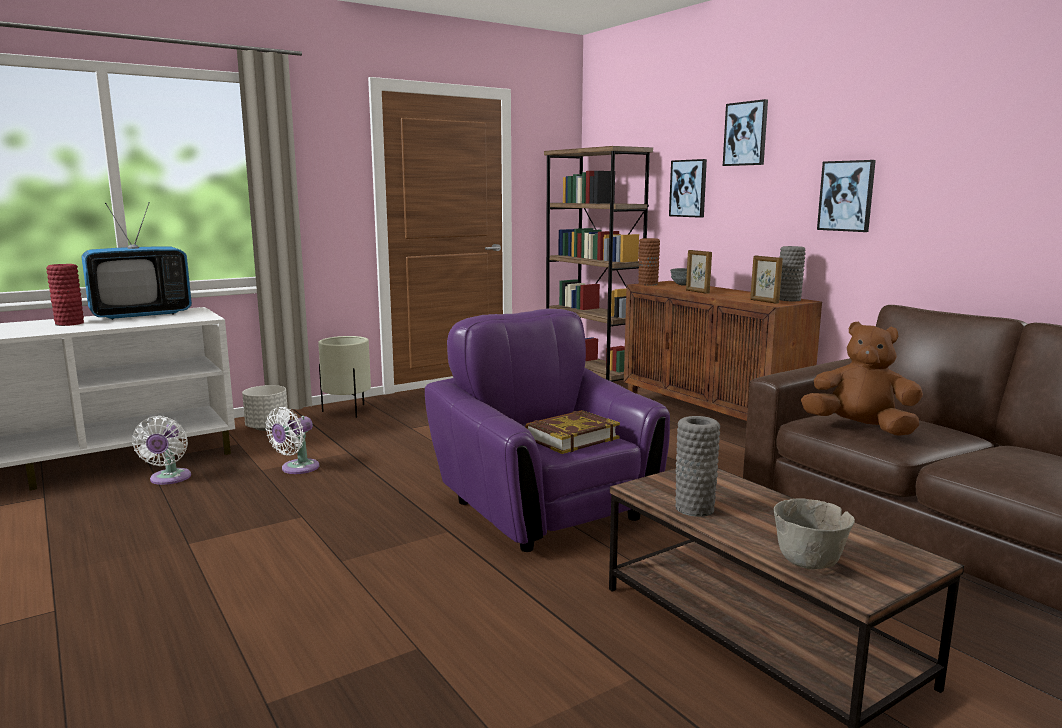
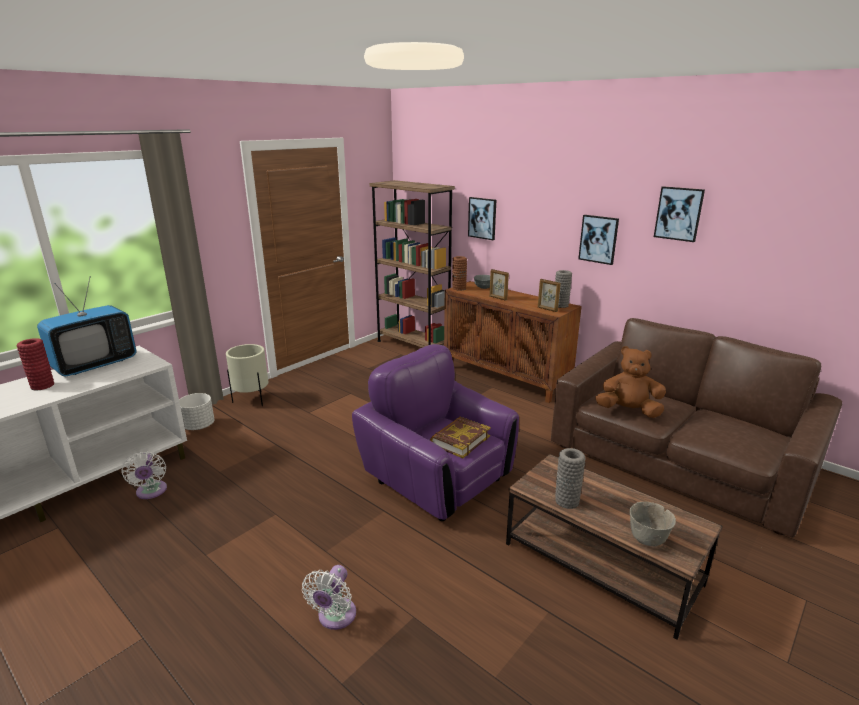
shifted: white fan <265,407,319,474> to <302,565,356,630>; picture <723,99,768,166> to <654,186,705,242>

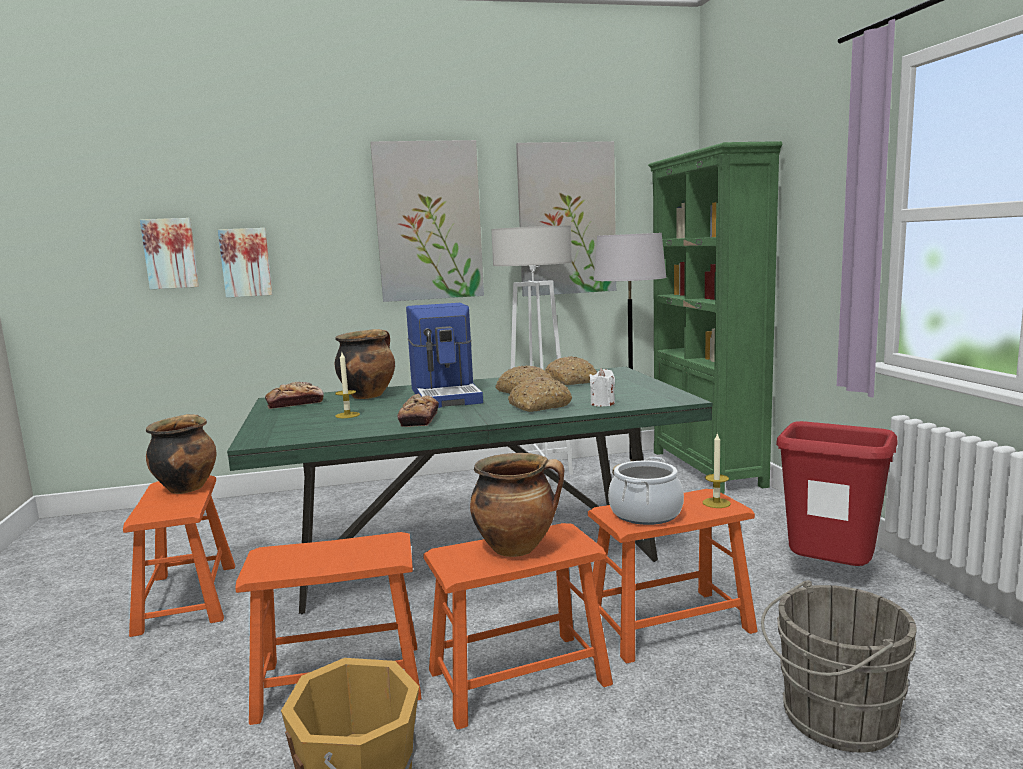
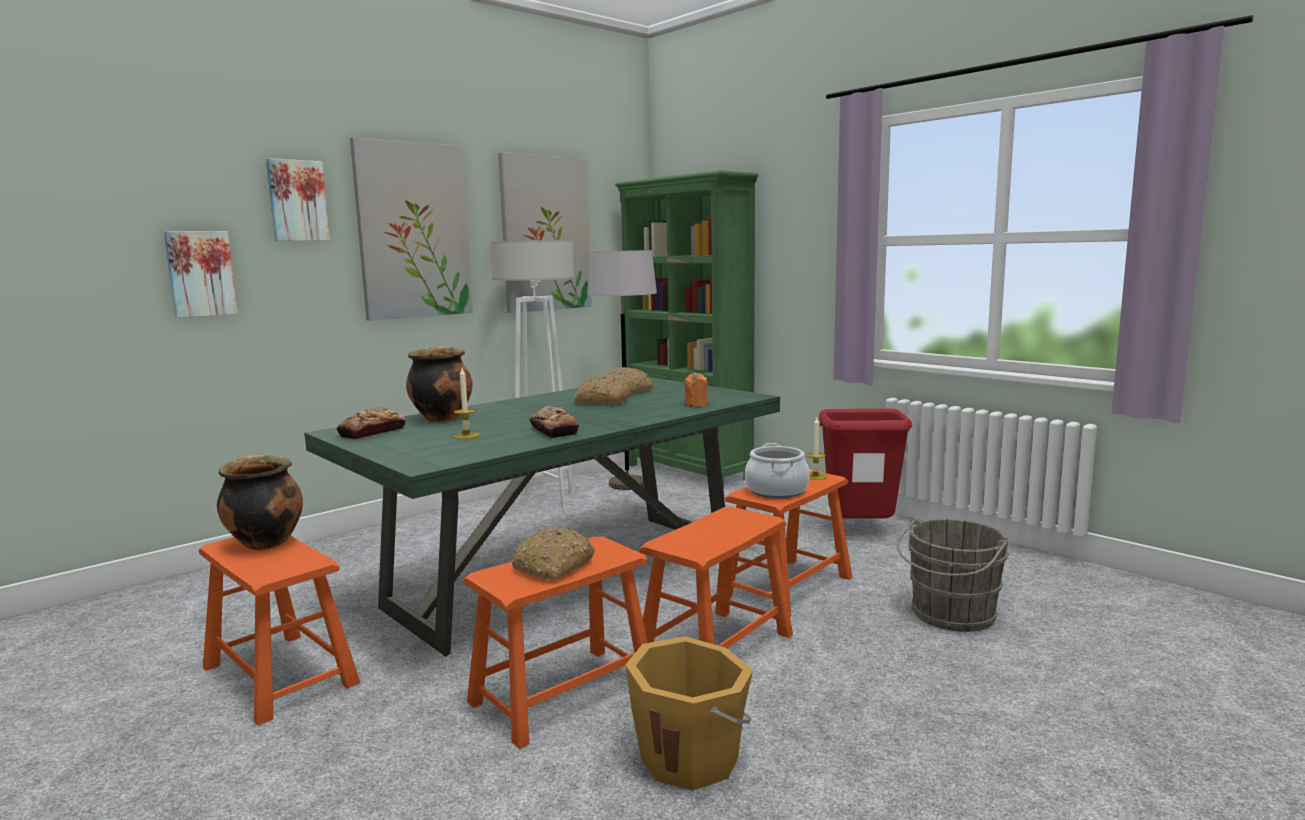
gone: coffee machine <406,303,483,408>; cooking pot <470,453,564,557>
shifted: picture <140,218,199,289> to <266,158,330,241>; bread <508,377,572,412> to <512,527,595,580>
repainted: white candle <589,368,615,406> to orange candle <684,372,708,407>

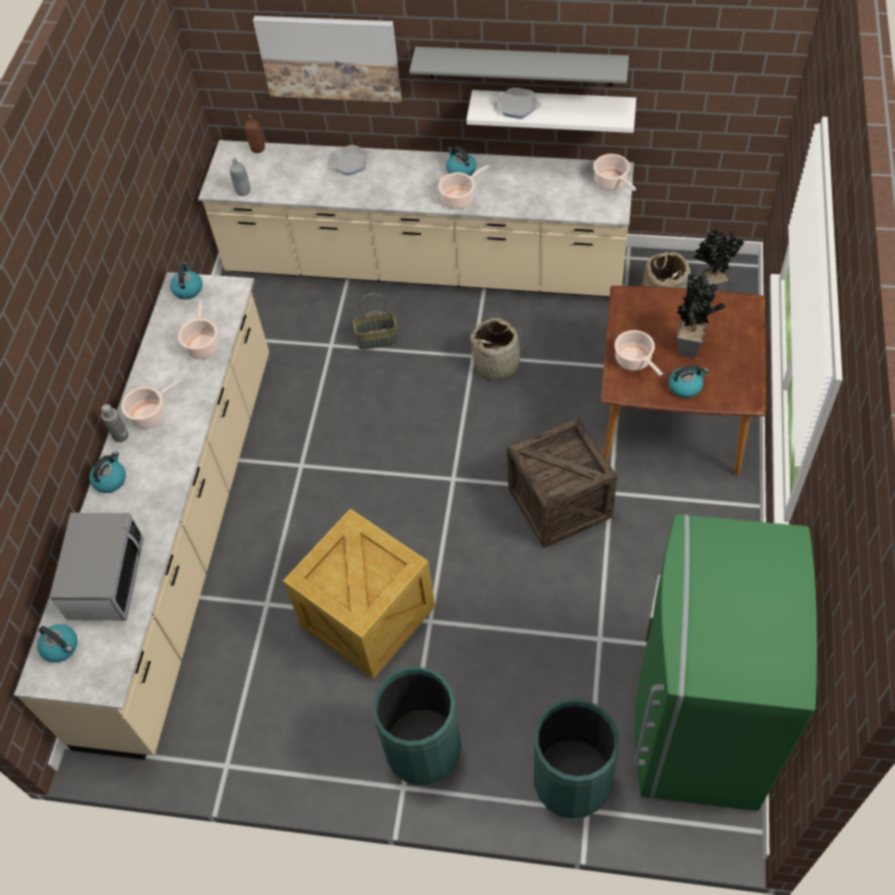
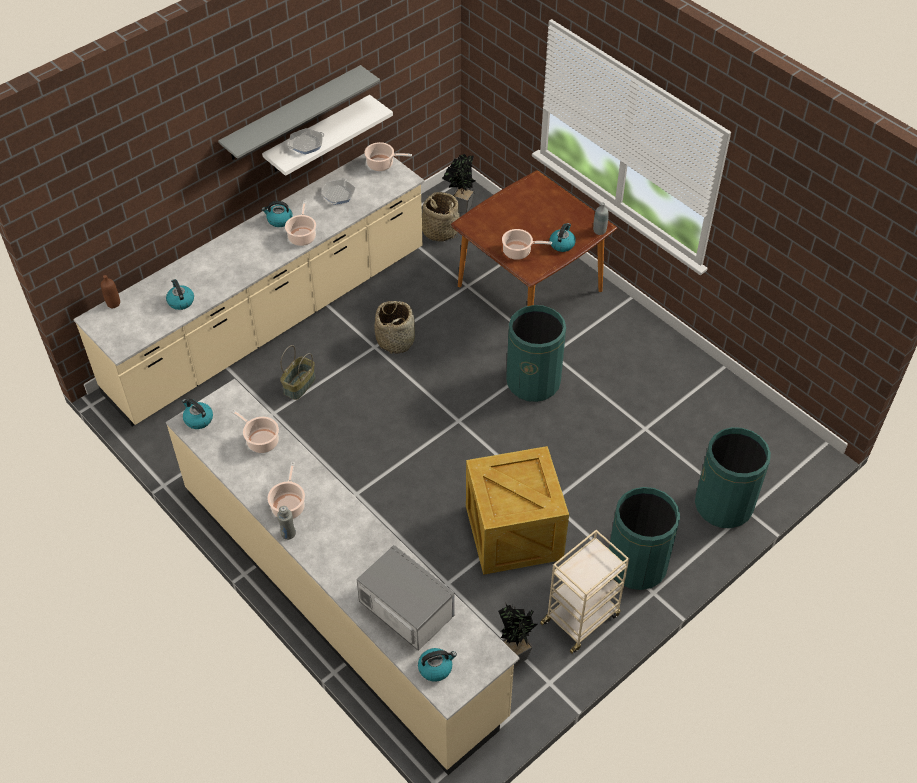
gone: picture <253,16,402,103>; green fridge <634,514,817,811>
new: beige cart <540,530,629,654>
shifted: kettle <89,451,126,493> to <166,279,194,310>; grey bottle <230,157,250,196> to <593,203,609,235>; frying pan <329,145,371,176> to <321,178,355,205>; potted plant <677,274,726,358> to <498,604,538,666>
swapped: crate <507,417,617,548> to green trash can <506,305,566,402>

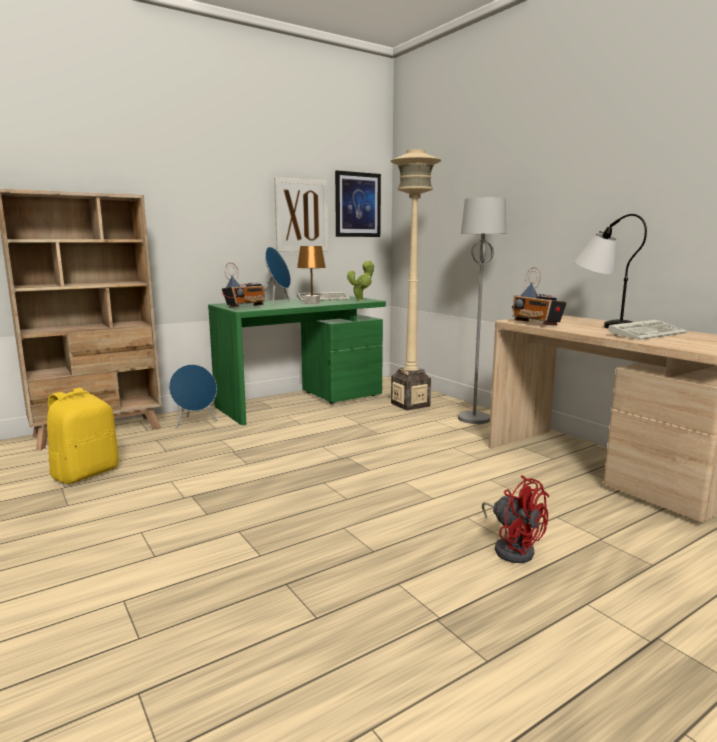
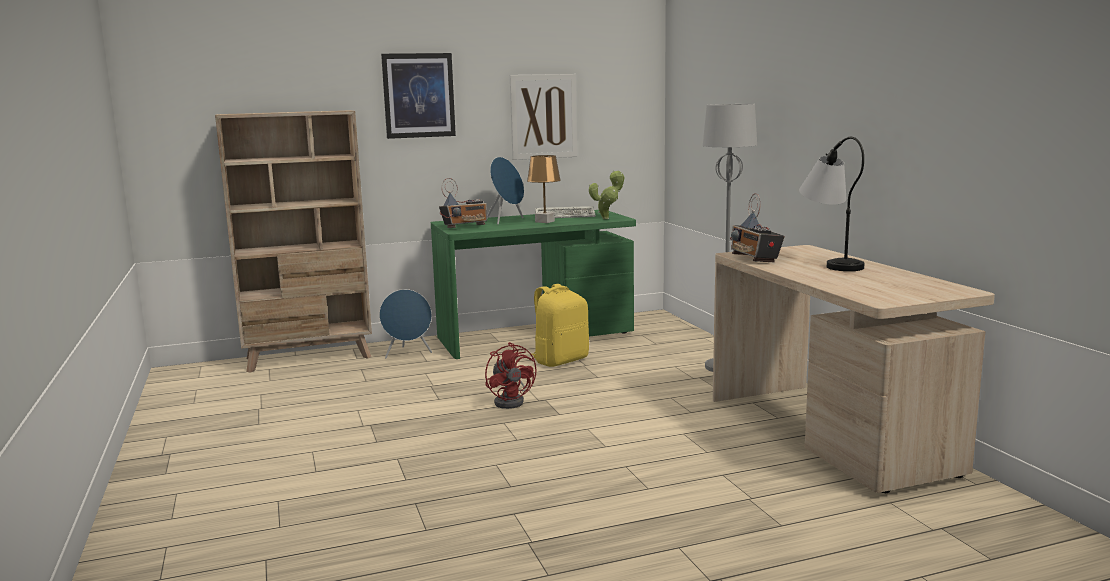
gone: beige floor lamp <390,149,441,411>; keyboard <608,320,687,340>
shifted: yellow backpack <47,388,118,484> to <532,284,589,367>; picture <335,171,381,237> to <381,53,456,139>; red fan <482,475,549,563> to <485,342,537,409>

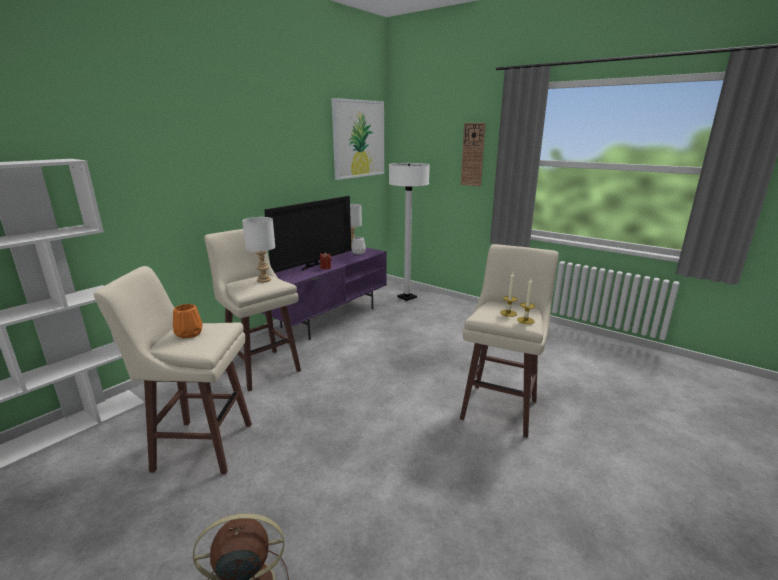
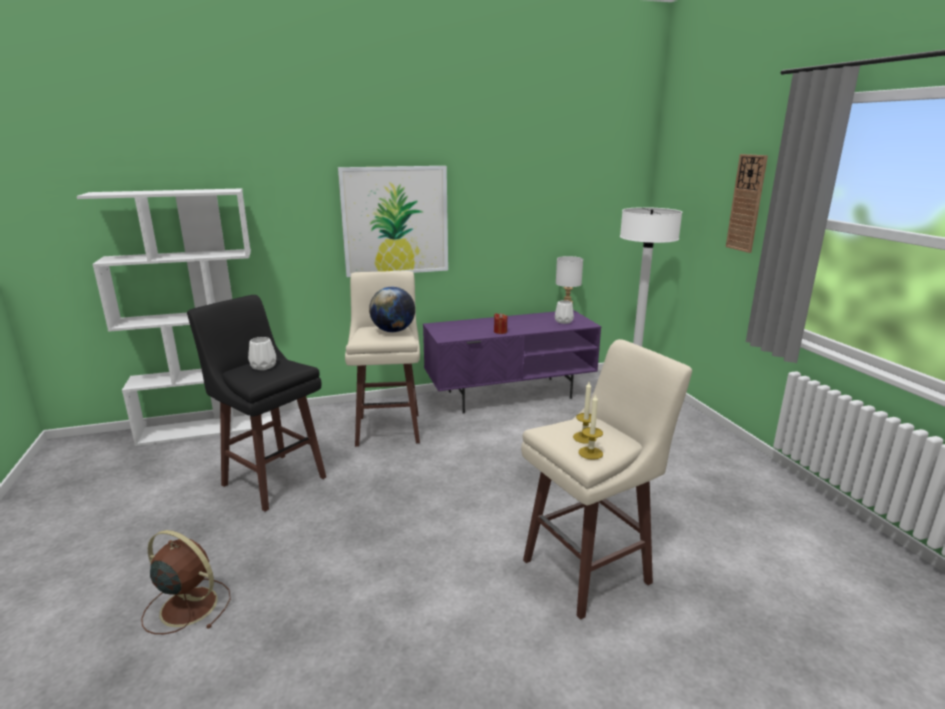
gone: television <264,196,351,273>
shifted: picture <331,98,384,180> to <338,166,448,277>
swapped: white table lamp <242,217,275,283> to globe <369,287,415,332>
repainted: beige stool <94,266,252,474> to black stool <187,295,326,512>; orange vase <173,304,202,339> to white vase <248,337,276,370>

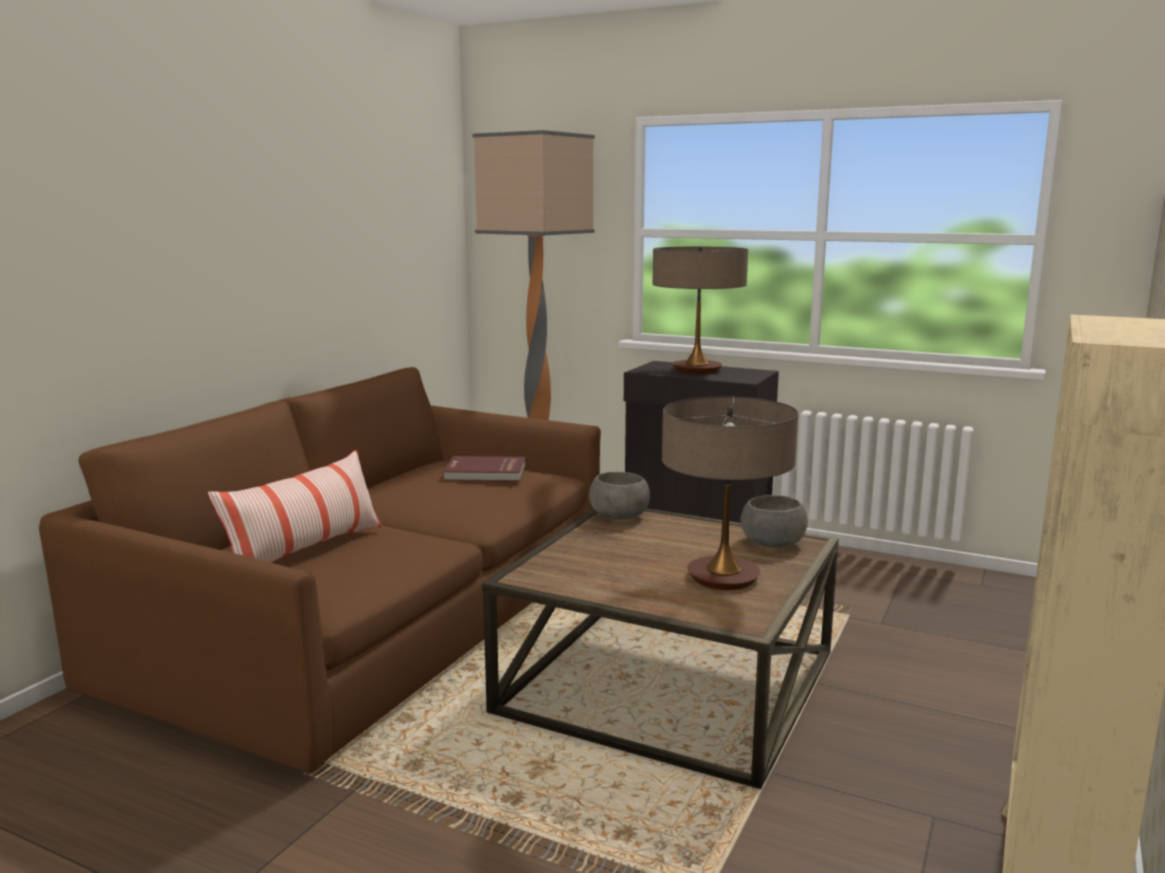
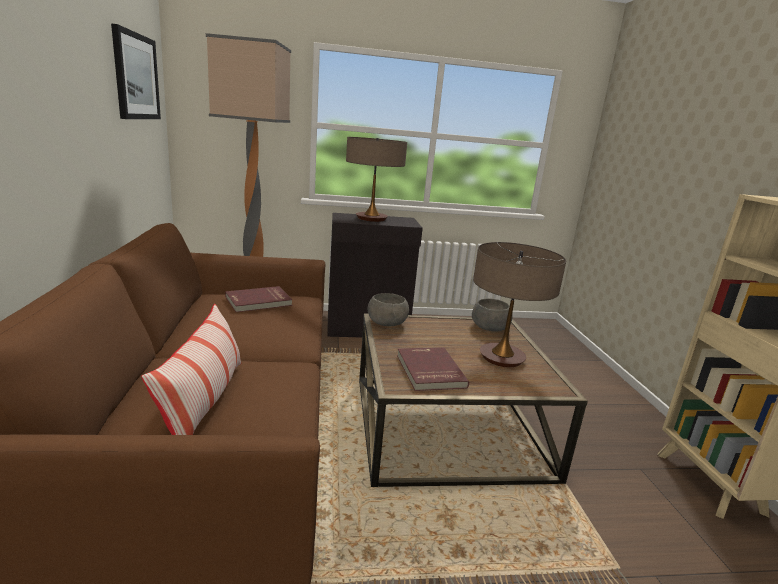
new: picture <111,23,161,119>; red book <397,347,469,391>

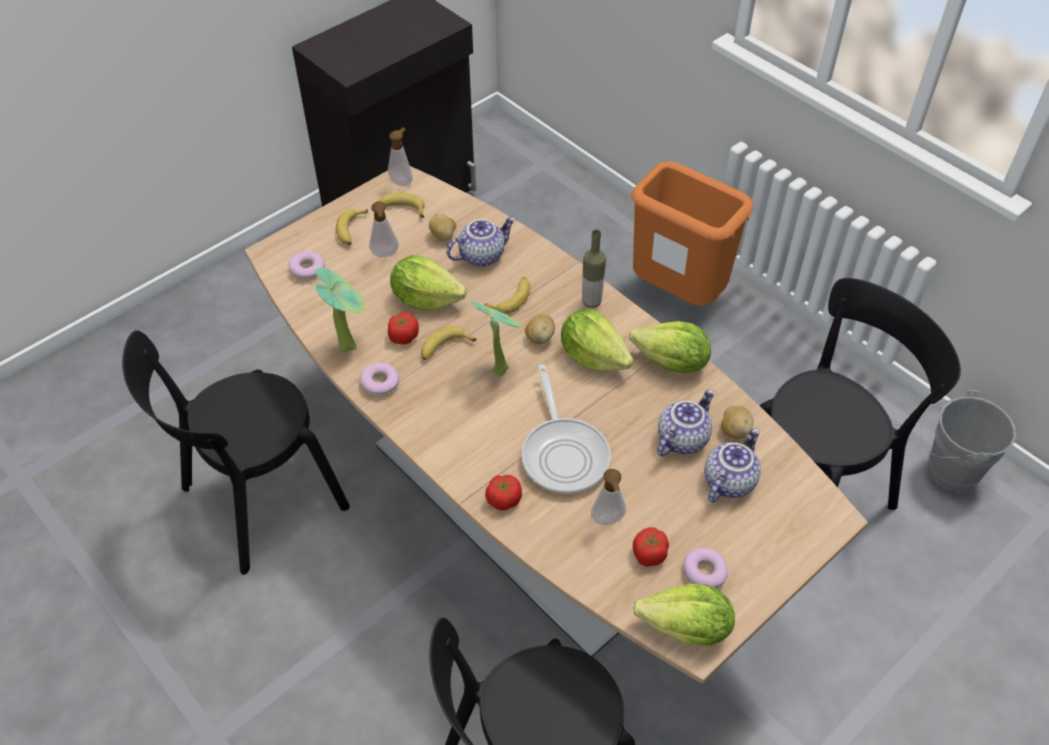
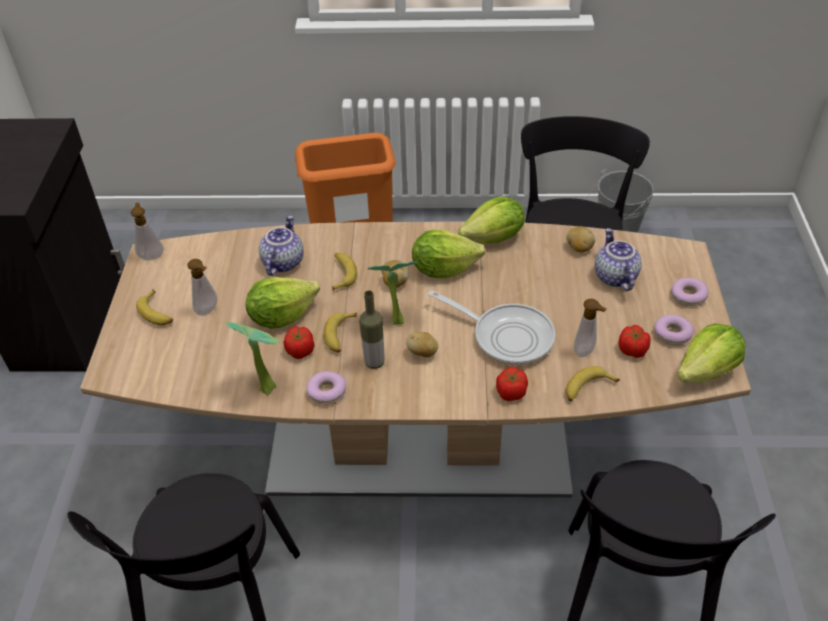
gone: teapot <657,389,715,456>
shifted: donut <288,251,325,281> to <671,278,709,306>; banana <377,193,424,218> to <565,366,620,401>; potato <429,213,456,241> to <406,332,438,357>; bottle <582,230,606,308> to <359,291,385,369>

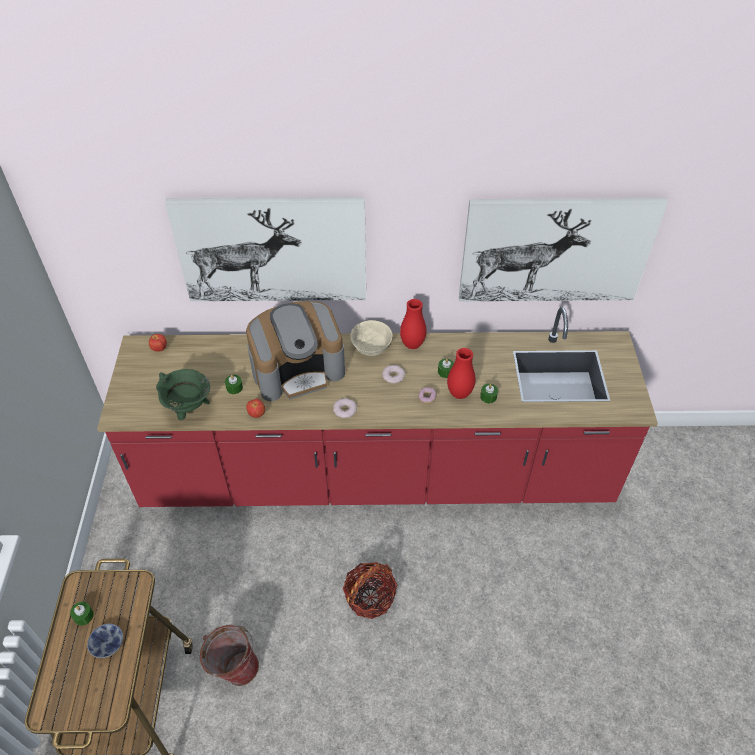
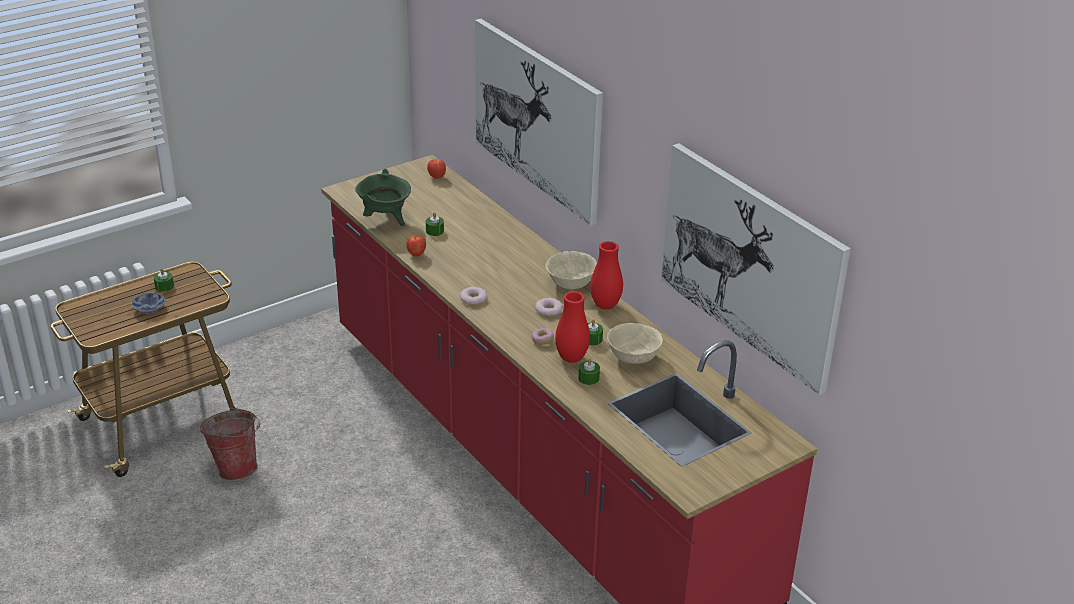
gone: coffee machine <246,301,345,401>; basket <343,562,397,619>
new: beige bowl <607,323,663,364>

